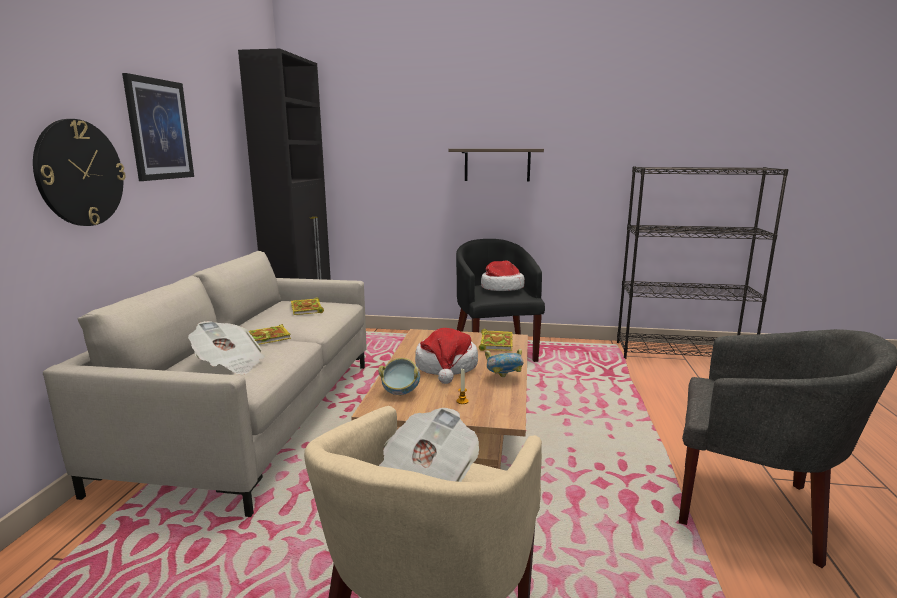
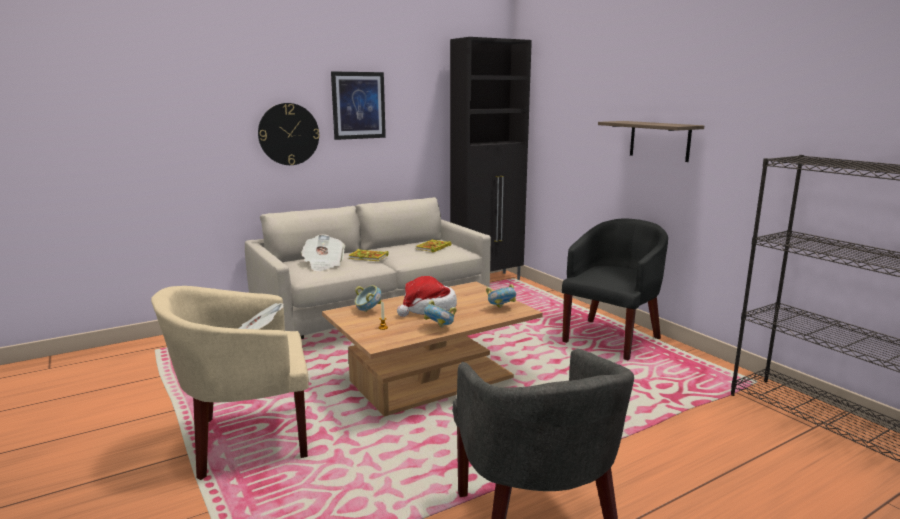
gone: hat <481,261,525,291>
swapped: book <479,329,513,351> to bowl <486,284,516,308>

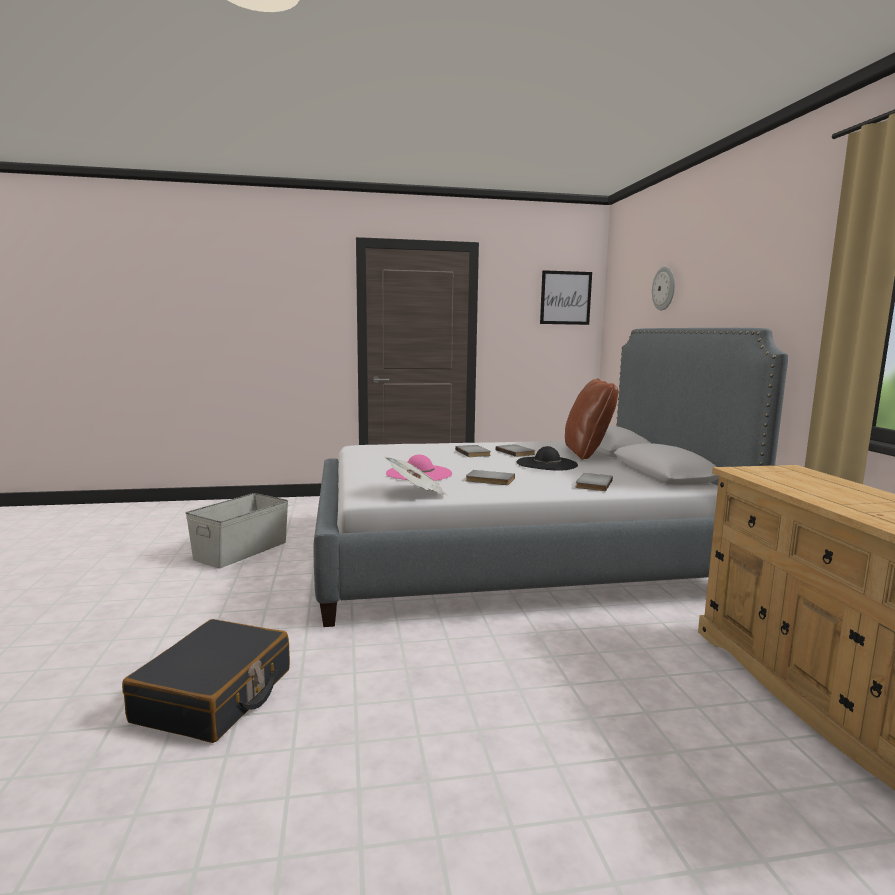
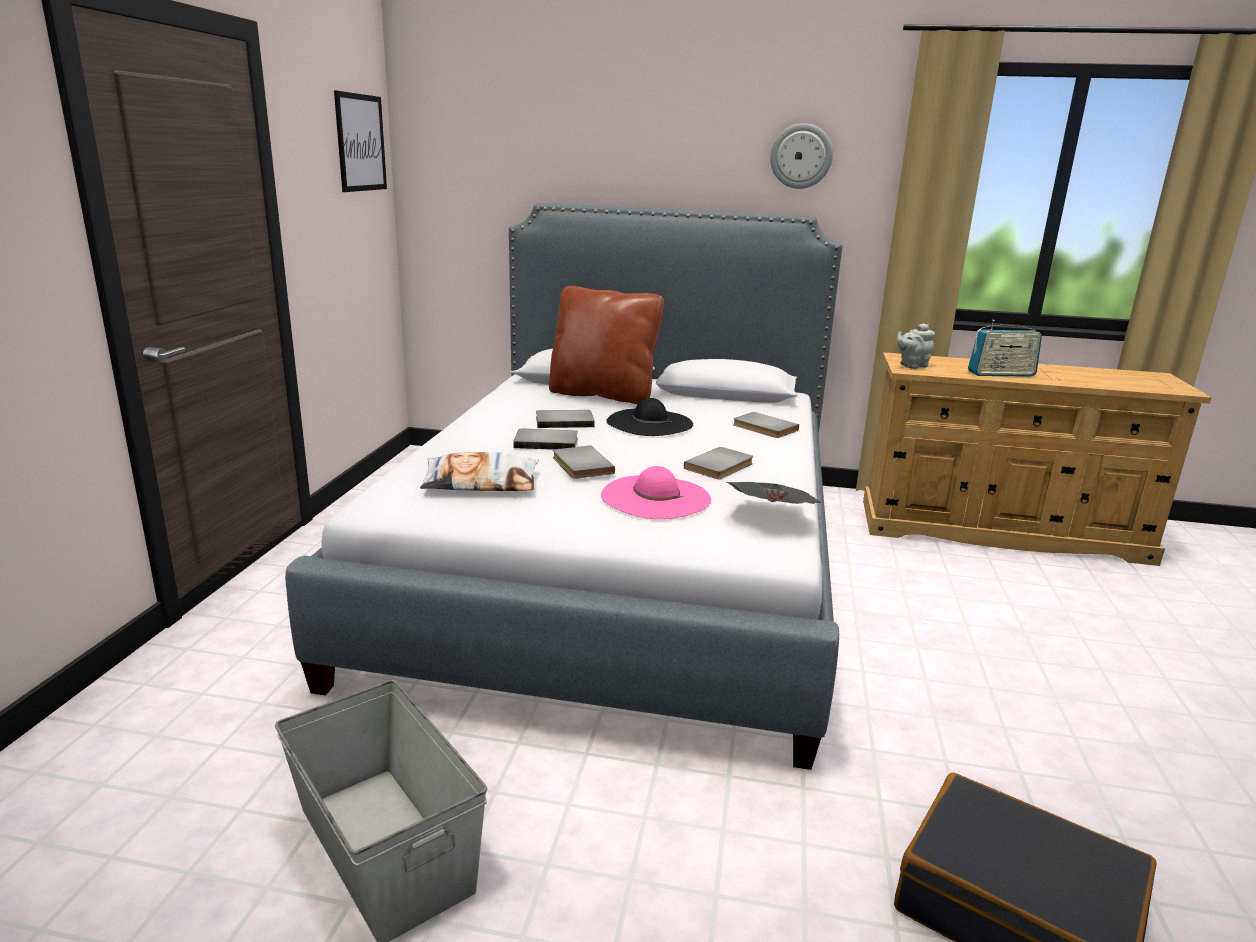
new: pillow <420,452,539,491>; grey book <553,446,615,479>; grey teapot <896,323,935,369>; radio <968,320,1042,377>
shifted: wall clock <652,267,675,310> to <770,123,833,189>

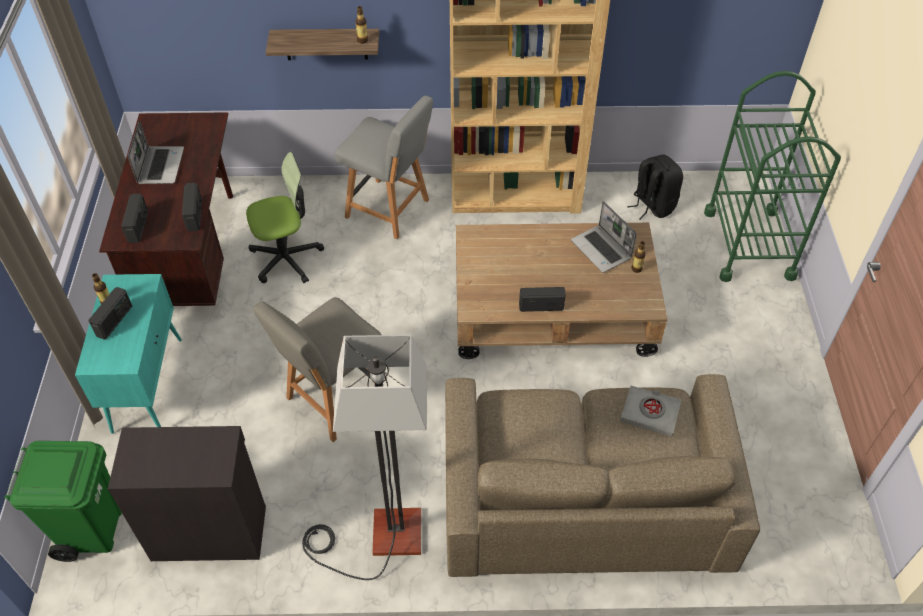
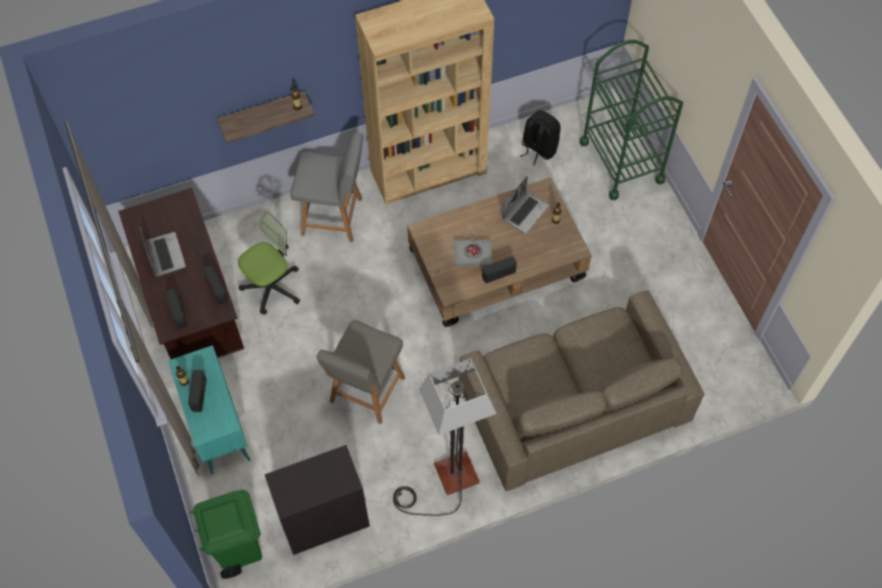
shifted: grey book <620,386,682,437> to <454,238,492,267>
rotated: laptop <571,201,637,273> = <502,176,549,234> 90 degrees counterclockwise

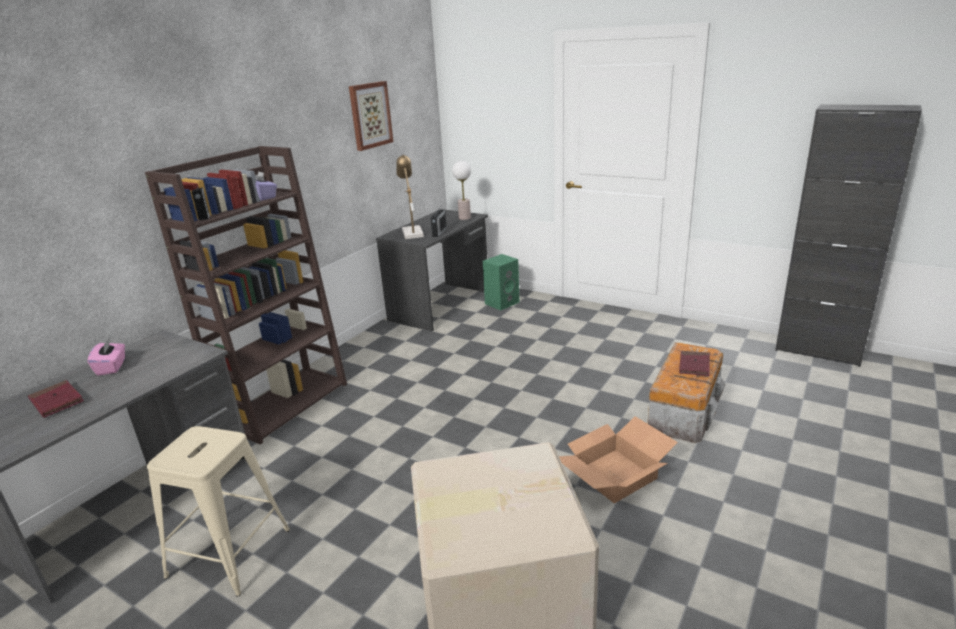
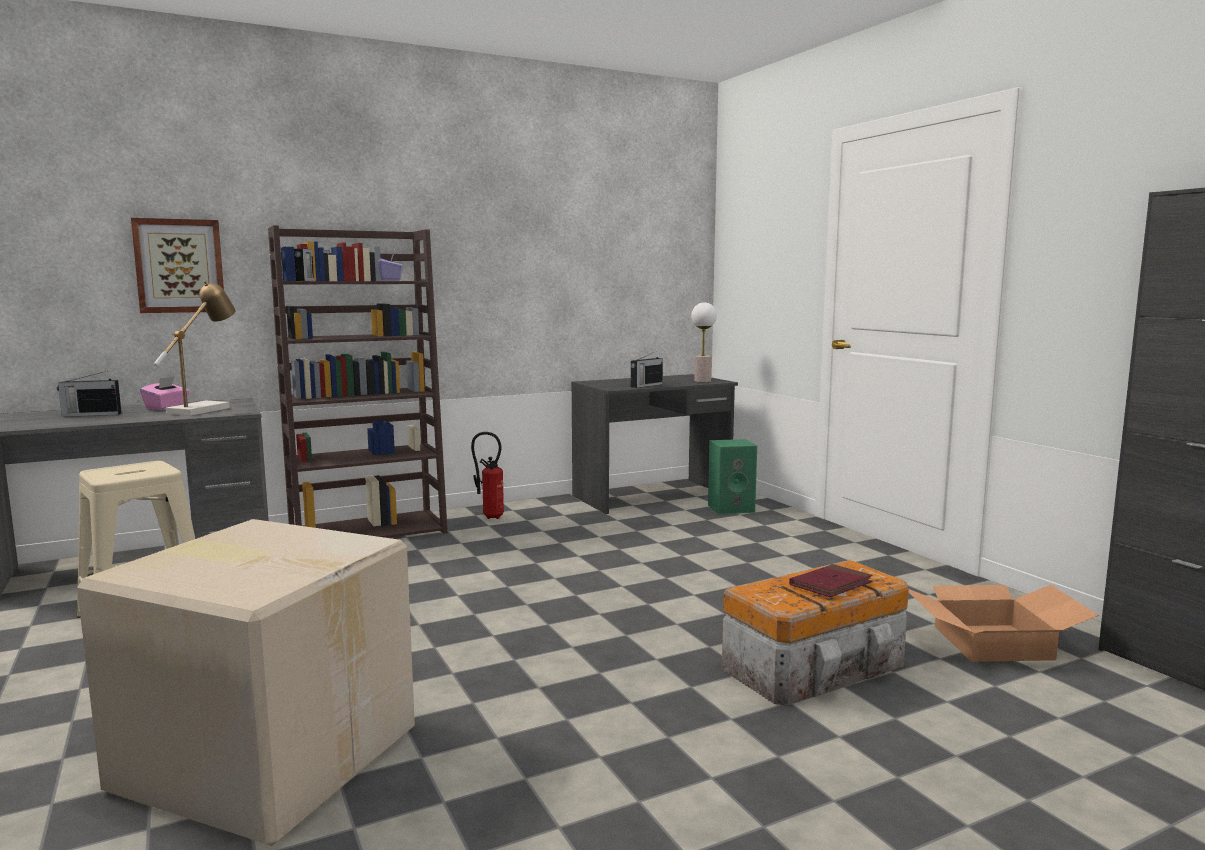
new: fire extinguisher <471,432,504,519>
shifted: picture <349,81,393,151> to <131,218,224,313>; table lamp <396,155,424,239> to <154,281,236,416>; cardboard box <559,416,678,503> to <909,585,1099,662>
swapped: red book <28,380,84,418> to radio <57,371,121,417>

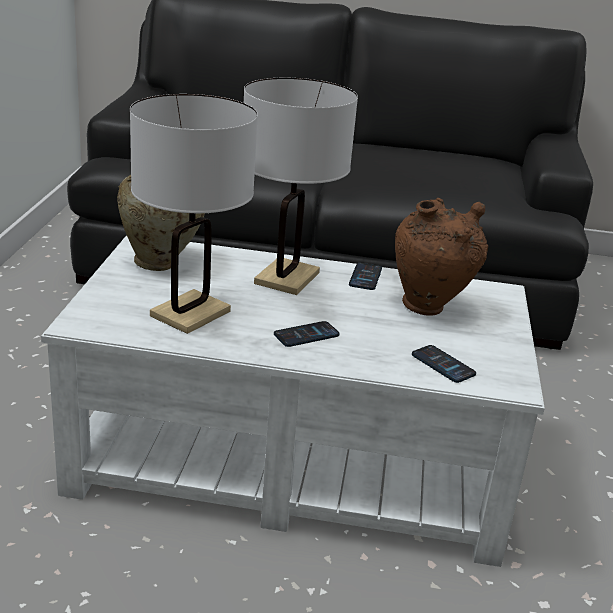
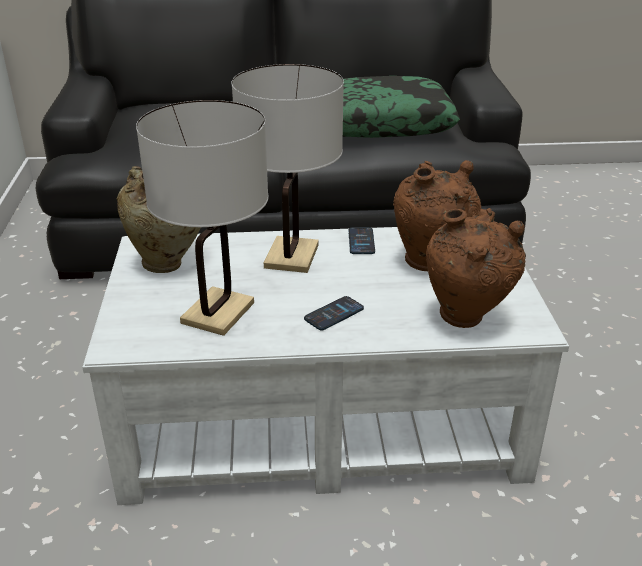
new: pillow <343,76,460,138>
swapped: phone <412,345,476,383> to brown vase <426,208,526,328>

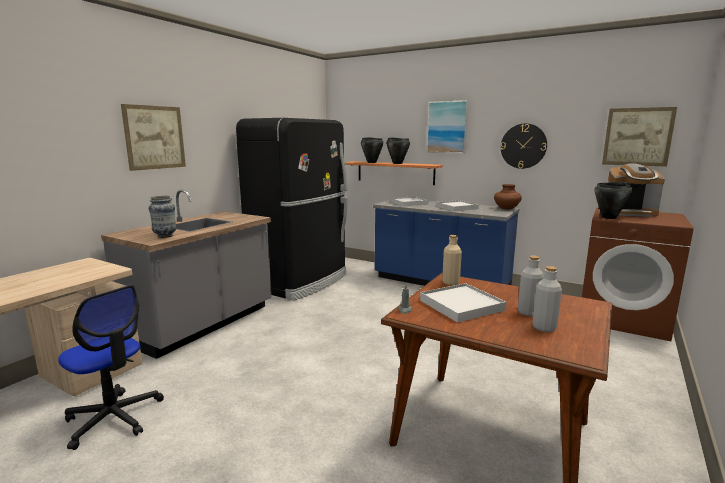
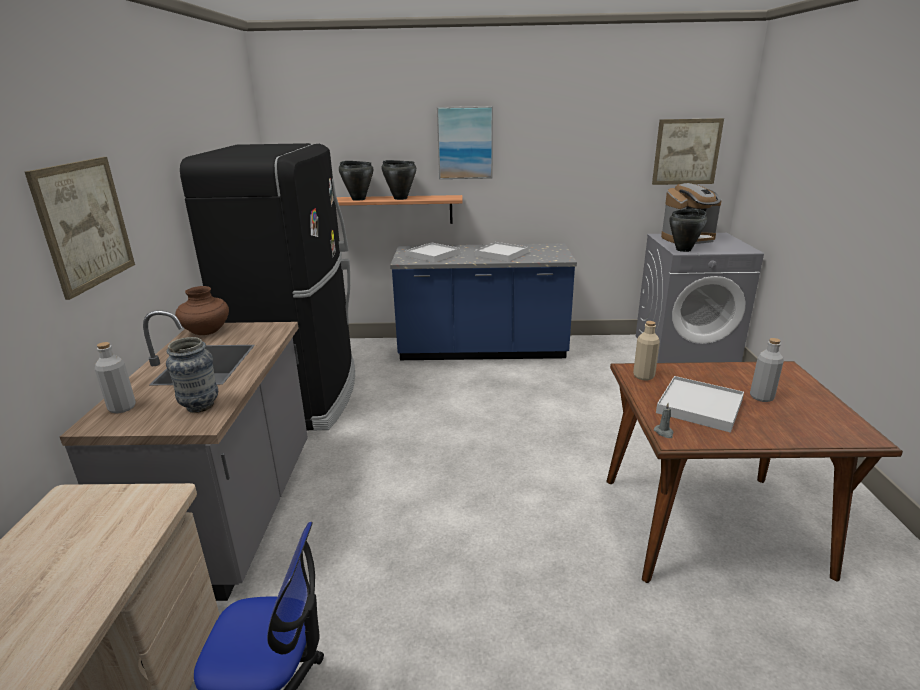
gone: wall clock <501,123,547,169>
shifted: brown vase <494,184,522,209> to <175,286,229,335>; grey bottle <533,266,562,332> to <95,342,136,413>
repainted: brown washing machine <582,207,694,341> to grey washing machine <636,233,764,363>

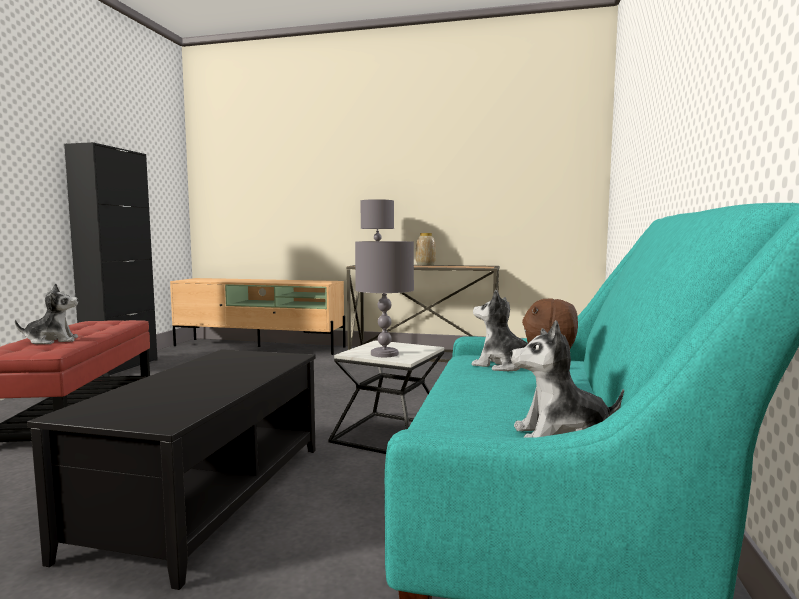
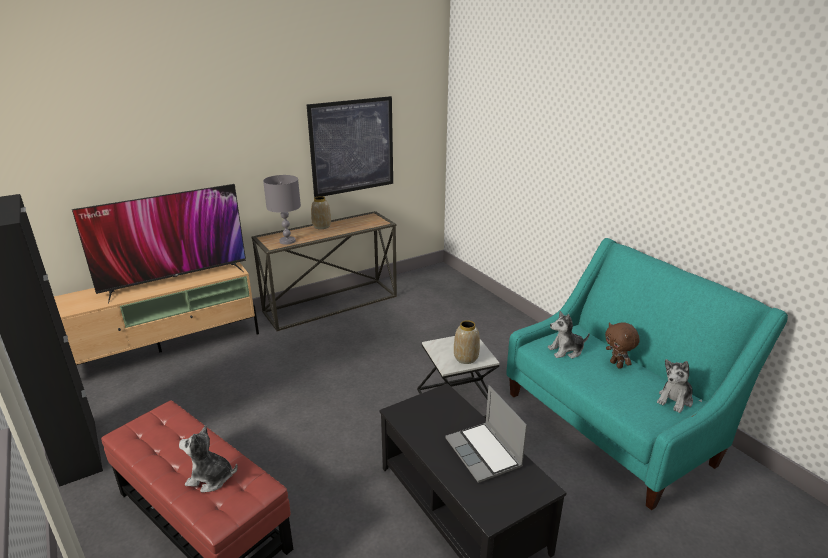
new: television <72,184,246,304>; picture <306,96,393,197>; laptop <445,385,527,483>
swapped: grey table lamp <355,241,414,357> to vase <454,320,480,364>
rotated: plush toy <15,283,78,344> = <179,425,238,493> 105 degrees counterclockwise

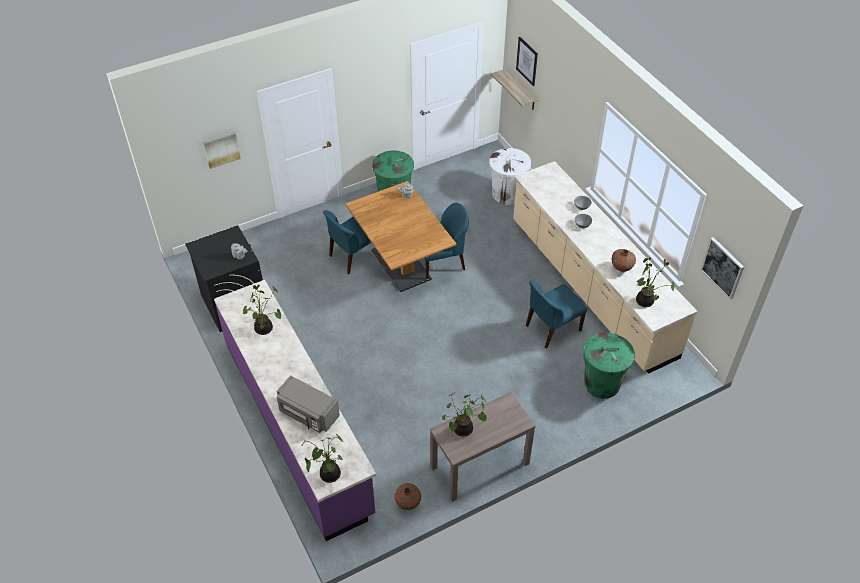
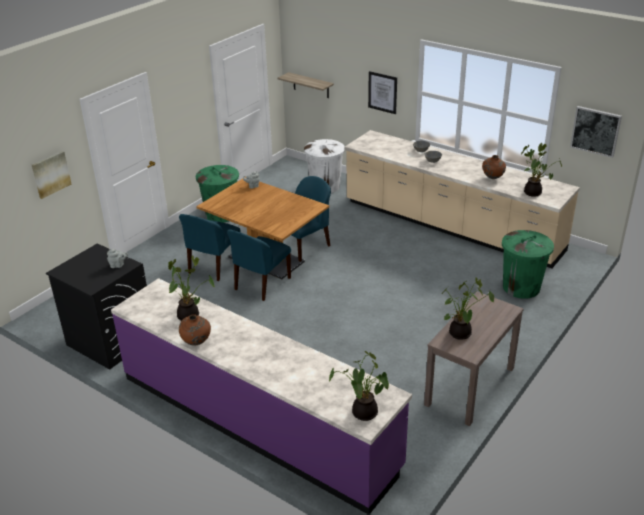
gone: grey microwave <277,375,340,433>
shifted: brown vase <395,483,421,510> to <179,314,211,345>; picture <516,37,538,86> to <368,71,397,114>; blue chair <526,280,587,348> to <227,229,291,301>

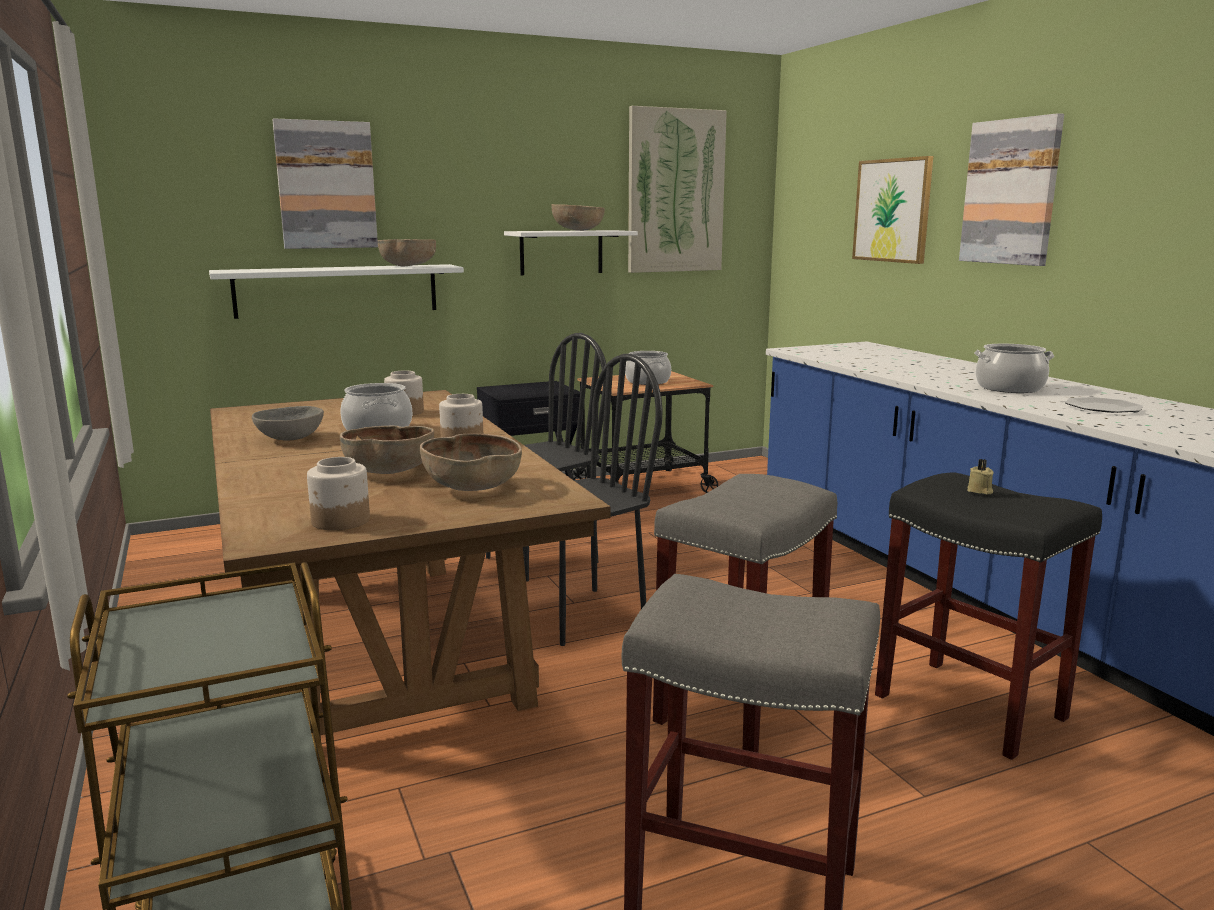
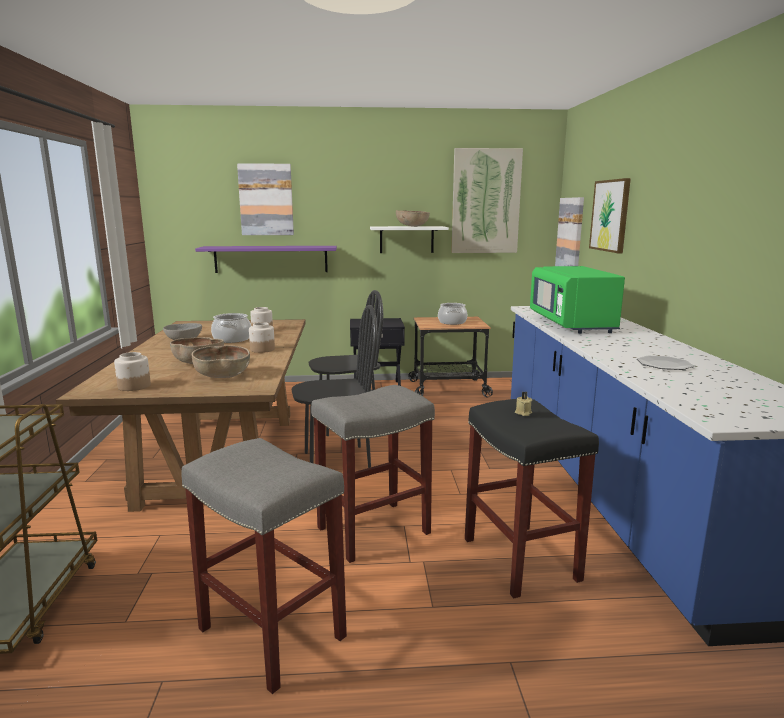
gone: brown bowl <378,239,436,266>; cooking pot <974,344,1054,393>
new: green microwave <530,266,625,334>
shifted: picture <959,113,1064,266> to <555,197,584,266>
repainted: white shelf <209,264,464,319> to purple shelf <195,246,337,273>

